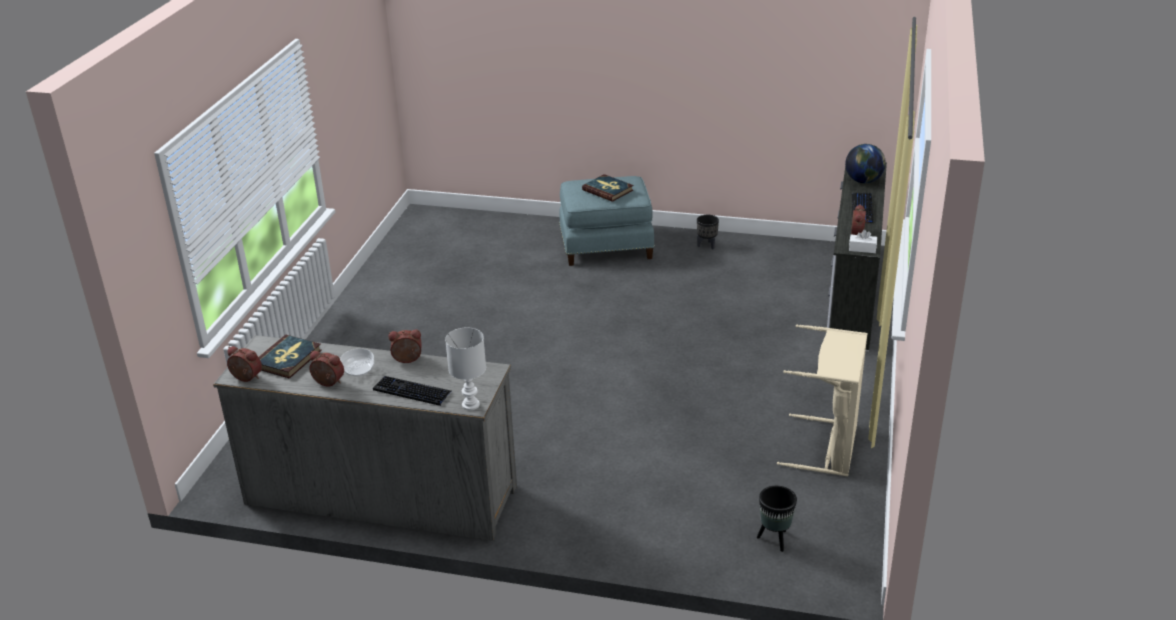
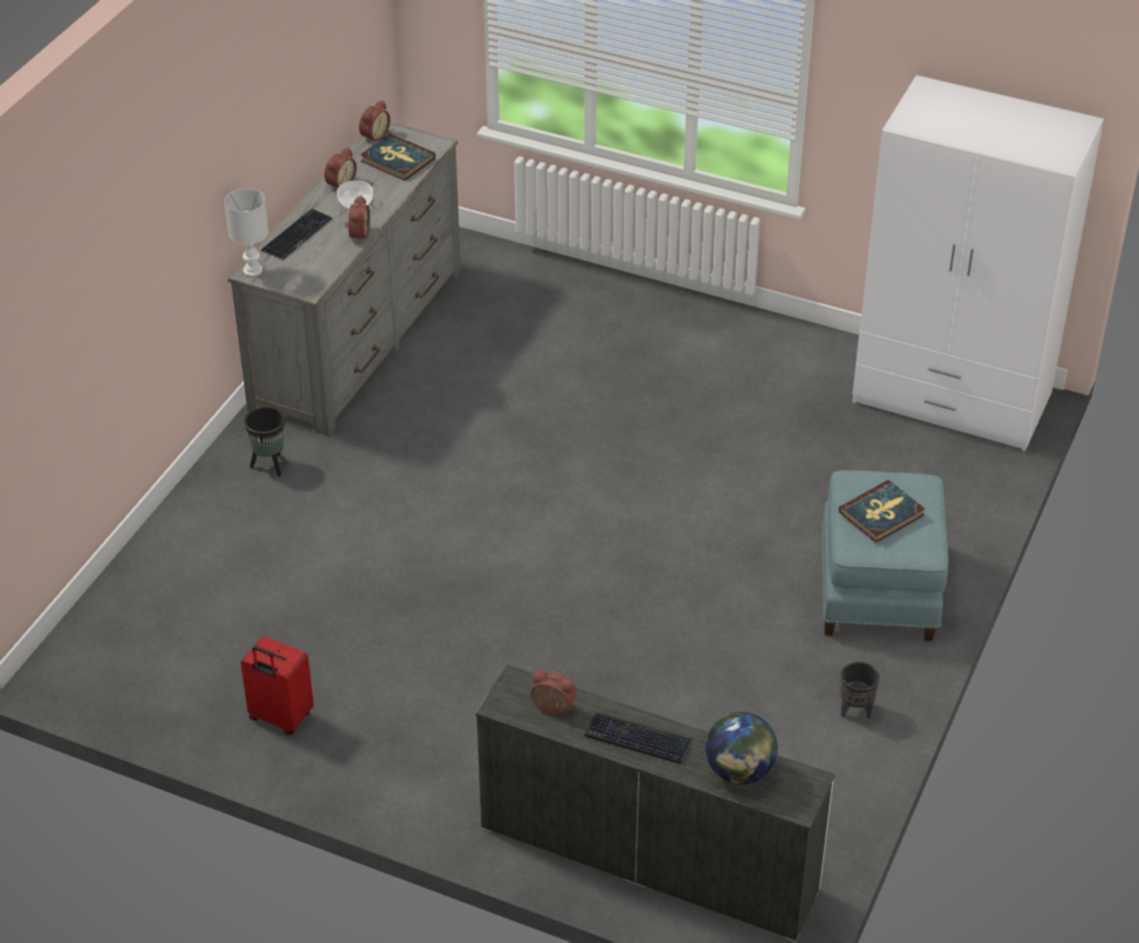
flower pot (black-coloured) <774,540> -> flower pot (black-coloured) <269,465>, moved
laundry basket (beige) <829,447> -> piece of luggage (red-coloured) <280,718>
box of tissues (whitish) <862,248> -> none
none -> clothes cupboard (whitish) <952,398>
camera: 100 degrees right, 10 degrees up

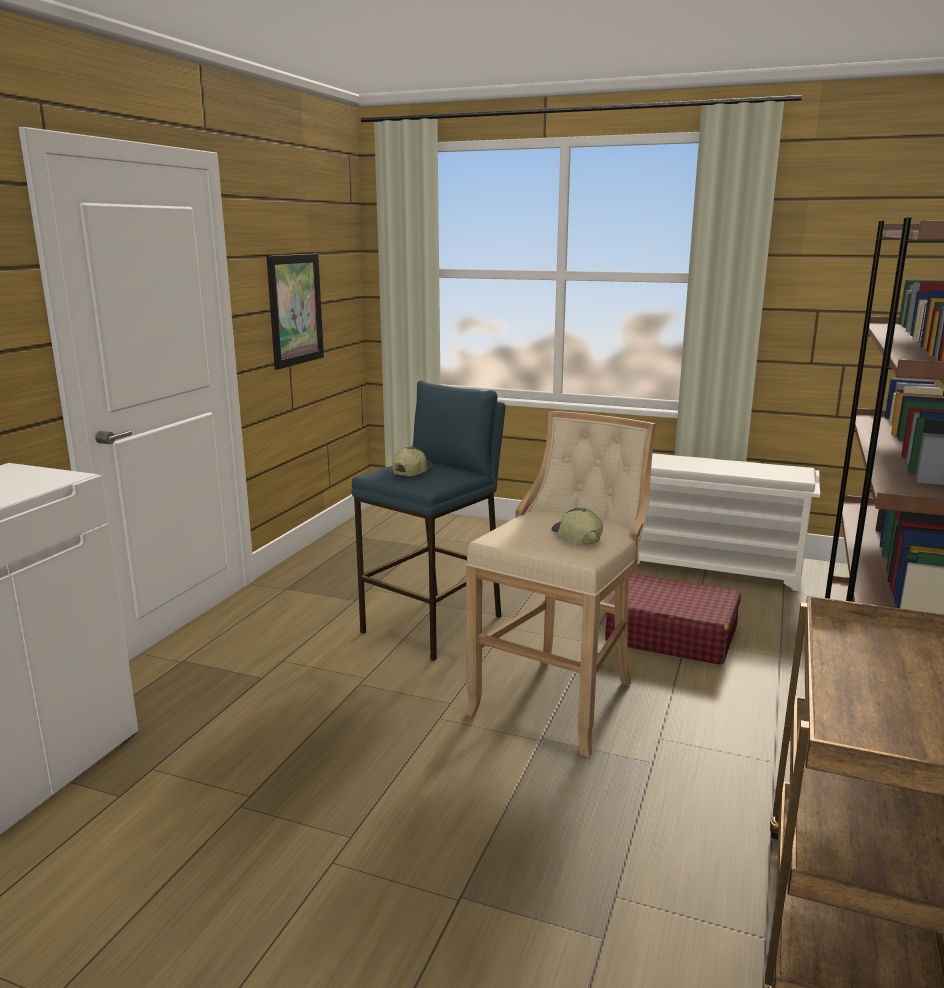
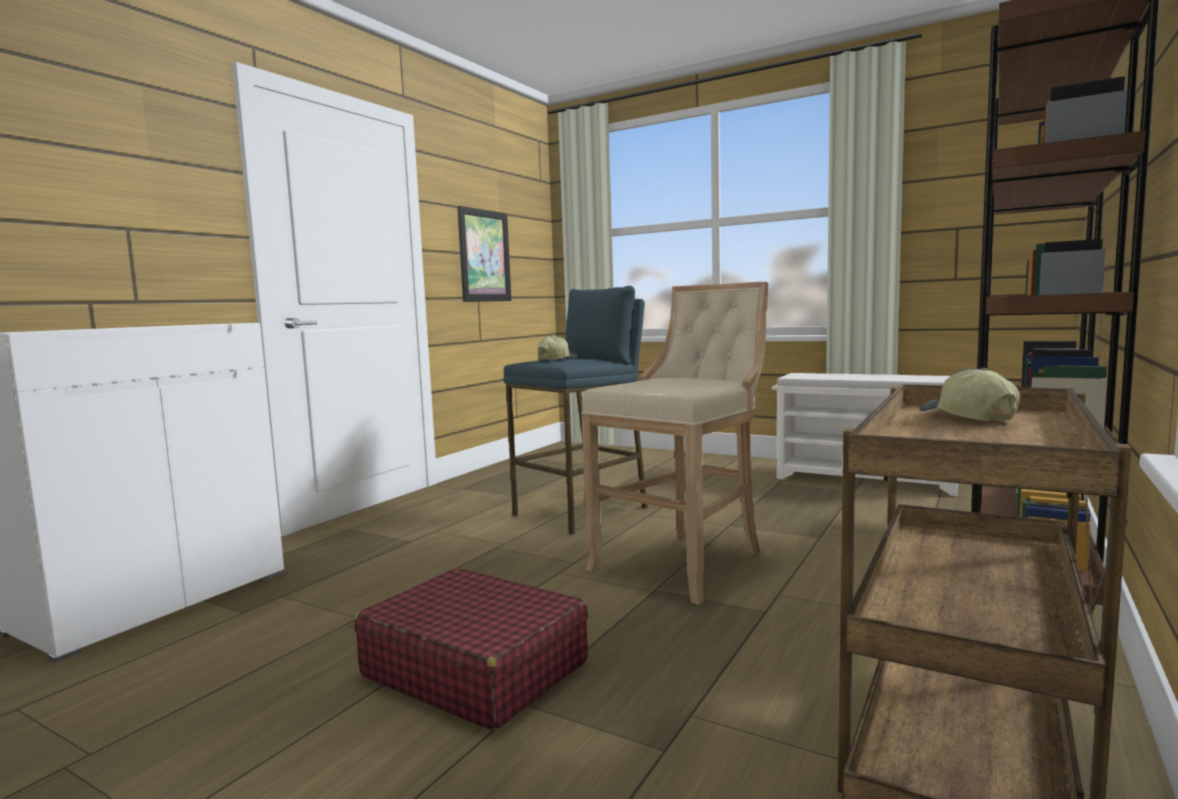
cap <575,537> -> cap <966,418>, moved
piece of luggage (red-coloured) <671,635> -> piece of luggage (red-coloured) <474,669>, moved
camera: 10 degrees right, 10 degrees down

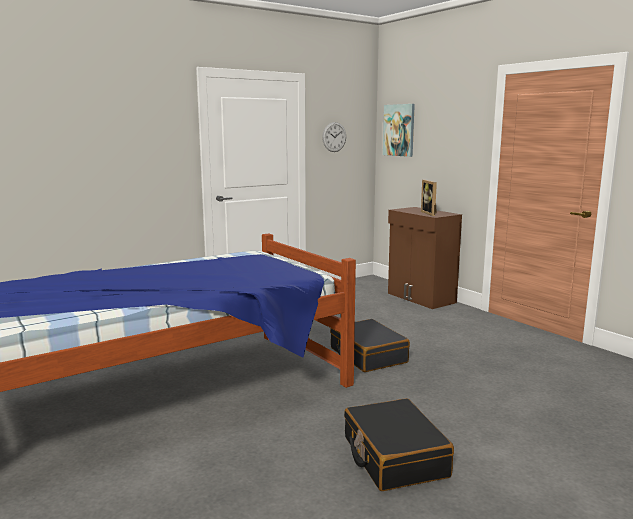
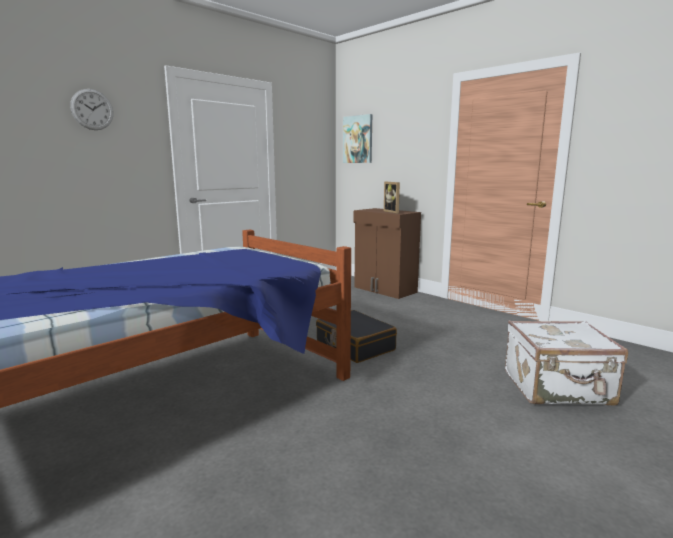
wall clock <334,137> -> wall clock <92,109>, moved
piece of luggage (black-coloured) <394,457> -> none
none -> piece of luggage (whitish) <558,389>
camera: 10 degrees left, 0 degrees up

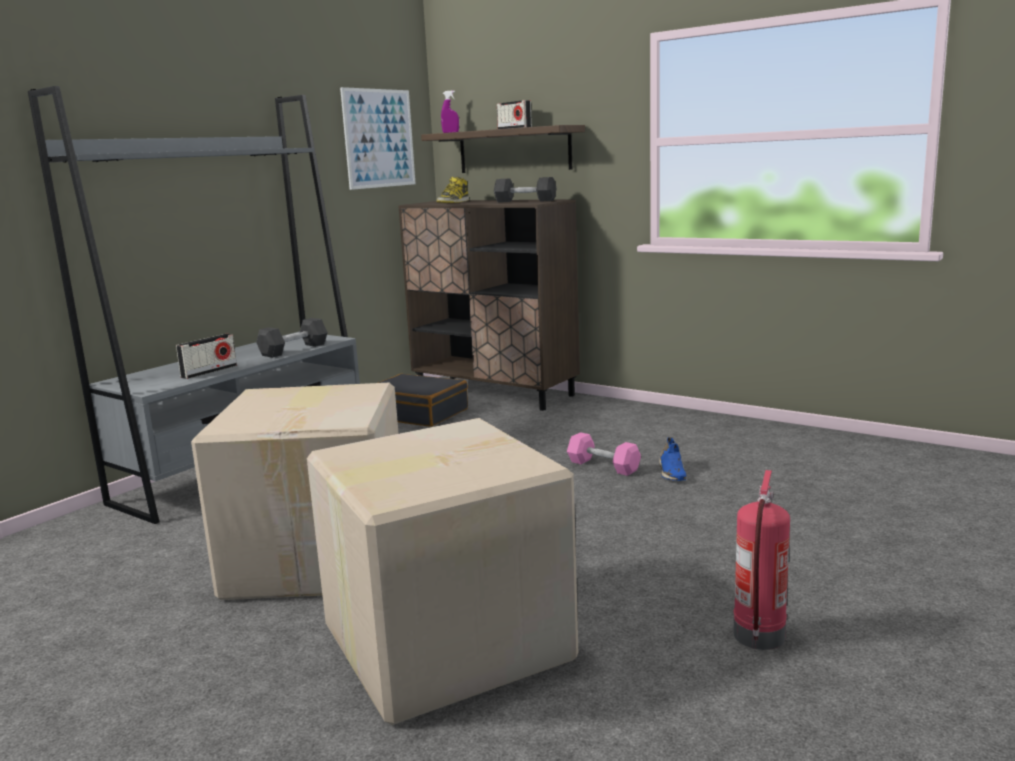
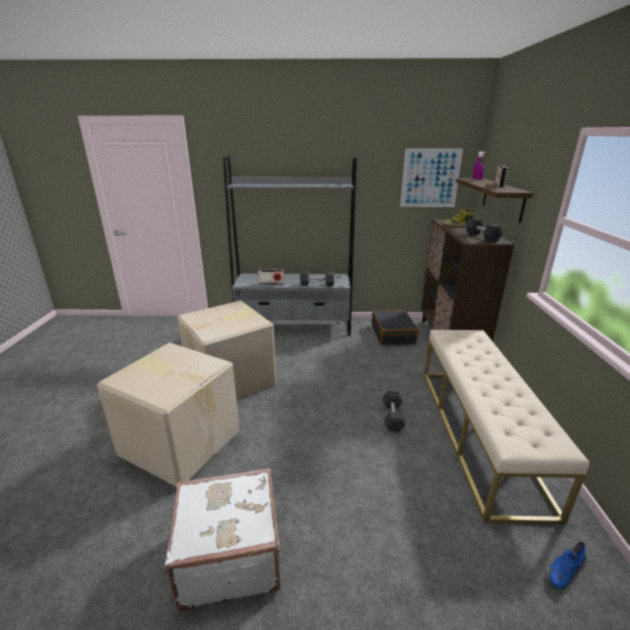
free weight (pink) <603,466> -> free weight (black-coloured) <392,417>
shoe (blue) <671,473> -> shoe (blue) <564,570>, moved
fire-fighting cylinder <759,637> -> piece of luggage (whitish) <229,555>
none -> bench (beige) <478,432>
camera: 55 degrees right, 10 degrees up

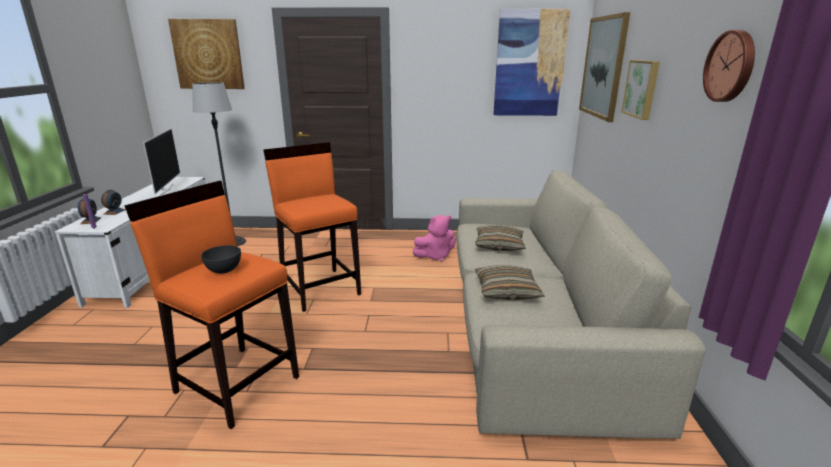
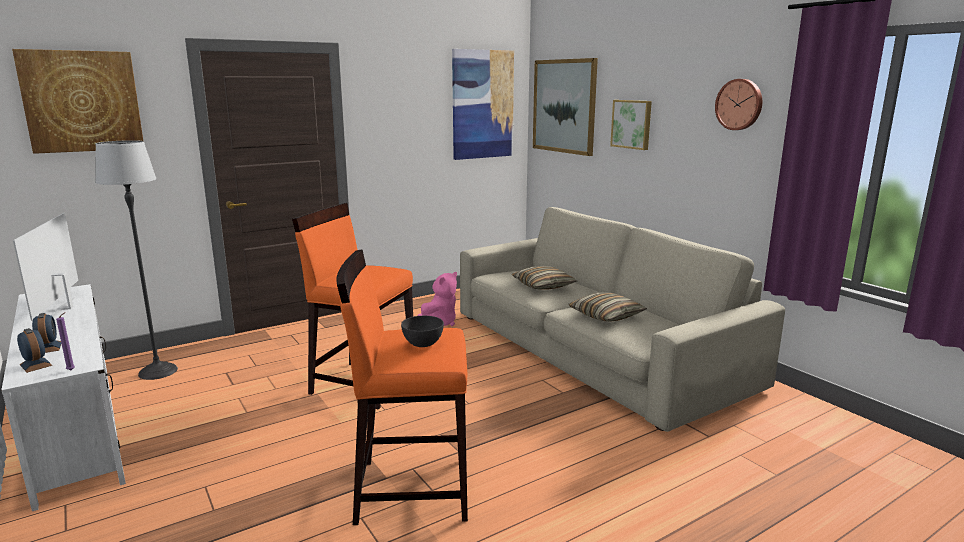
TV set <166,189> -> TV set <65,308>, 150 degrees counterclockwise
camera: 35 degrees left, 5 degrees down

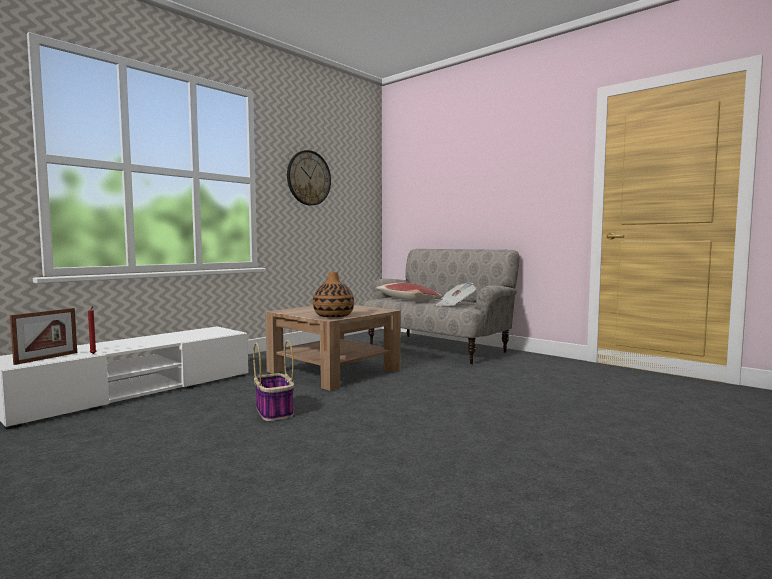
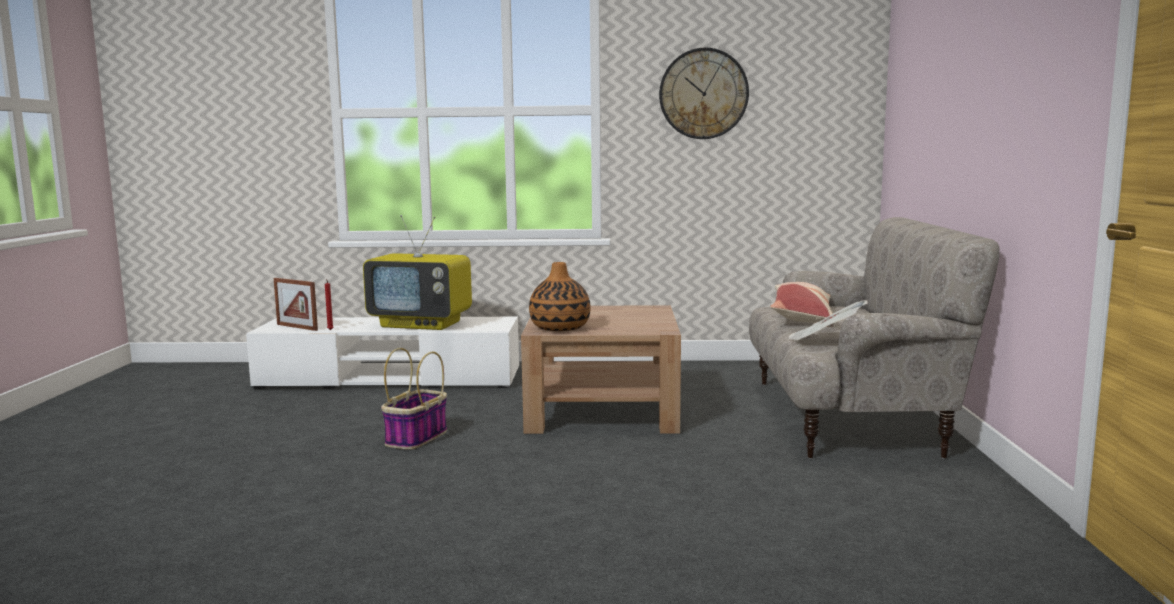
standing frame <47,358> -> standing frame <297,327>, 45 degrees clockwise
none -> TV set <422,324>
camera: 50 degrees right, 5 degrees up

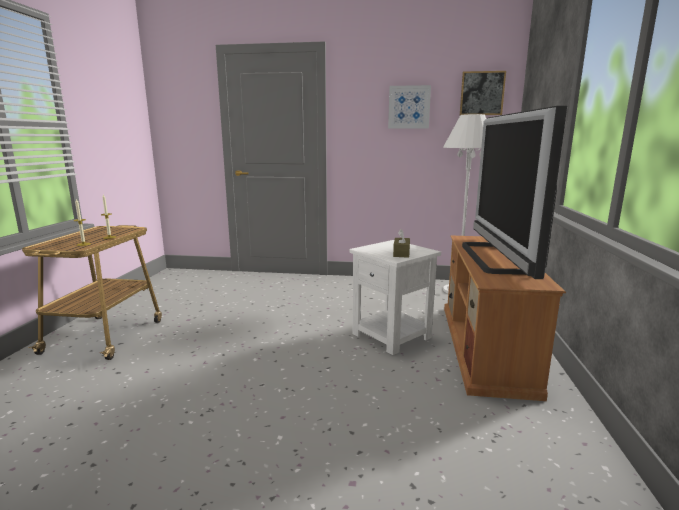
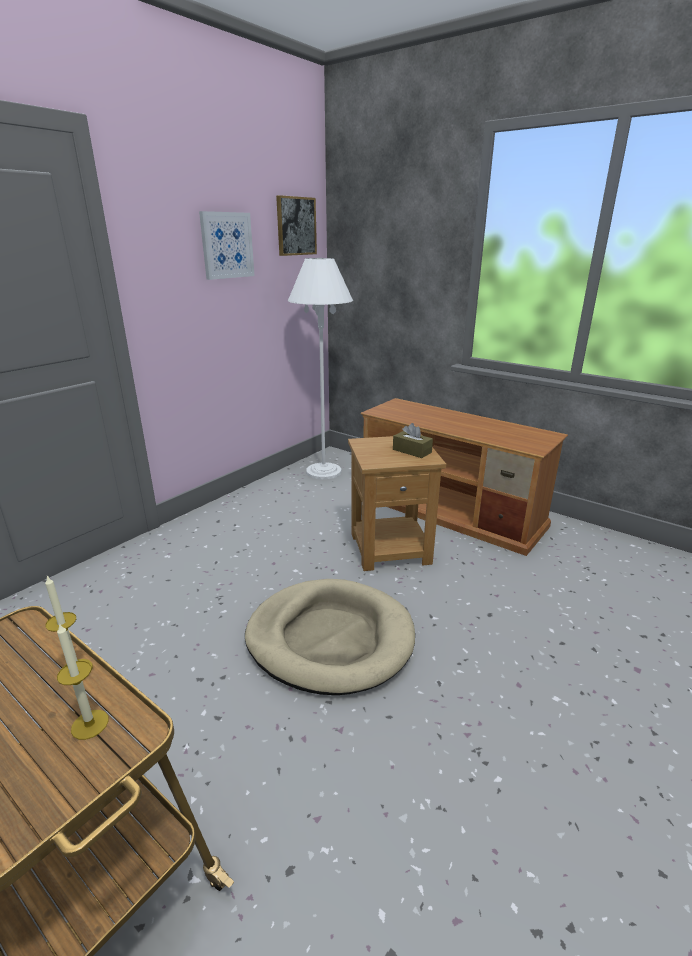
end table (whitish) <392,336> -> end table (brown-coloured) <391,548>
TV set <494,258> -> none
none -> dog cushion (beige) <330,638>
camera: 60 degrees left, 10 degrees up

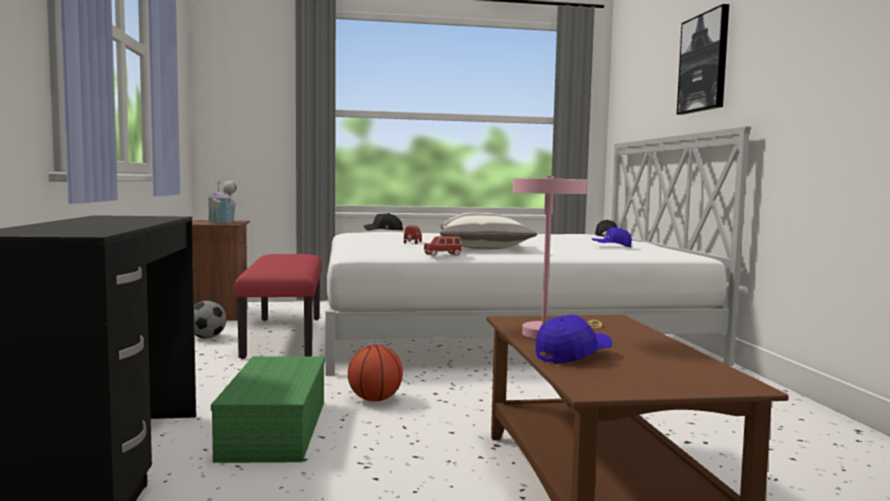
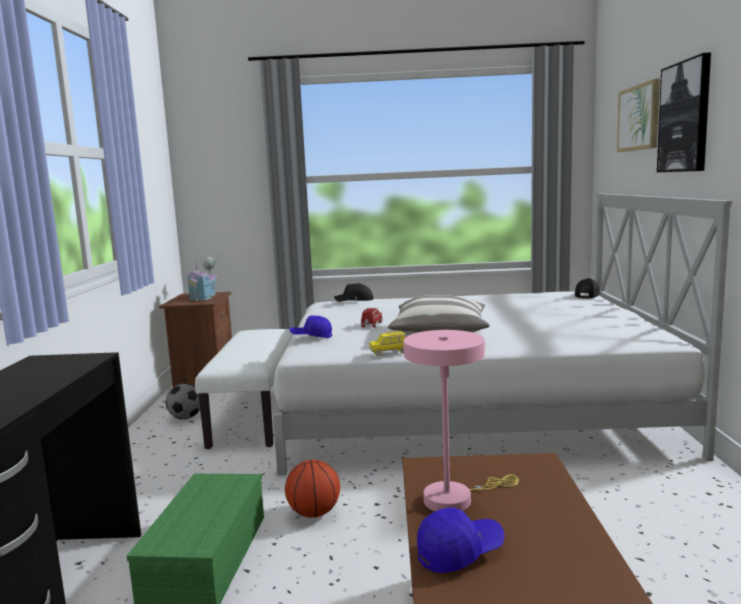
bench (red-coloured) <285,336> -> bench (whitish) <257,415>
miniature car (red-coloured) <443,255> -> miniature car (yellow-coloured) <389,352>
cap (blue) <611,247> -> cap (blue) <311,336>, moved
none -> wall picture <639,118>
camera: 10 degrees right, 5 degrees up

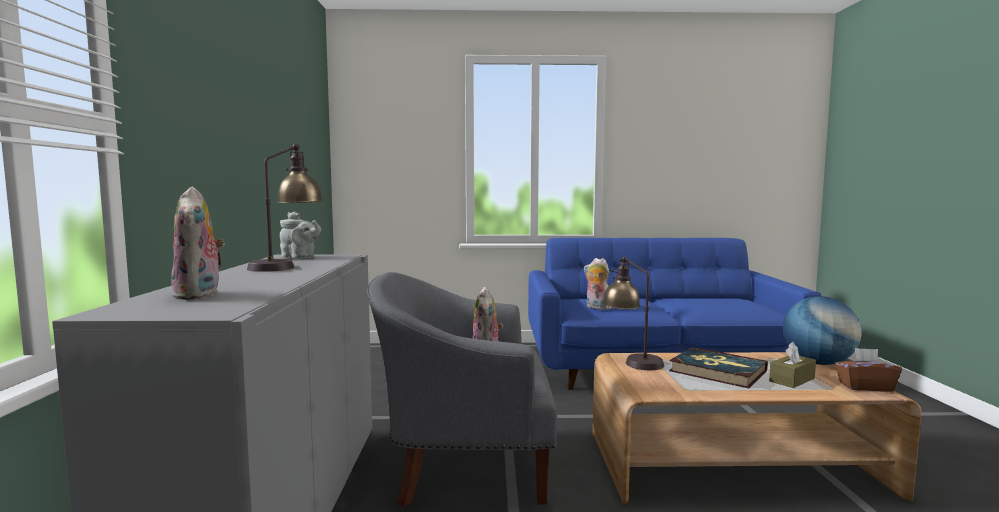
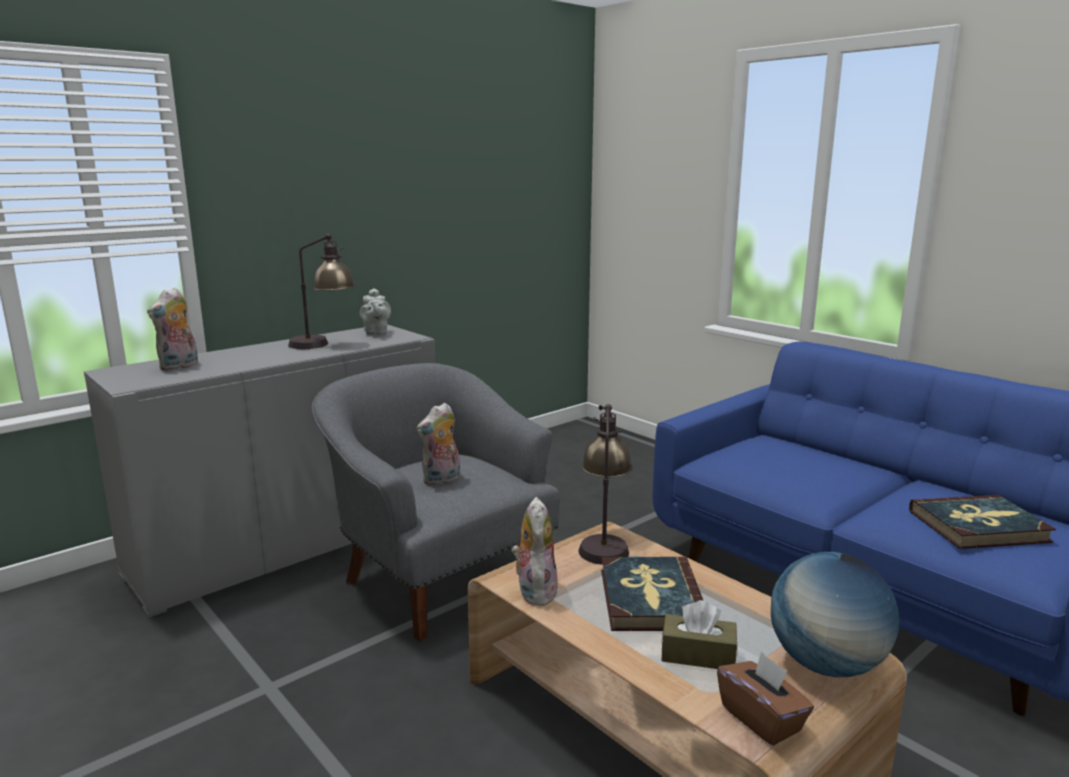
cuddly toy <596,307> -> cuddly toy <534,591>, moved
none -> bound book <978,526>
camera: 50 degrees right, 10 degrees up

